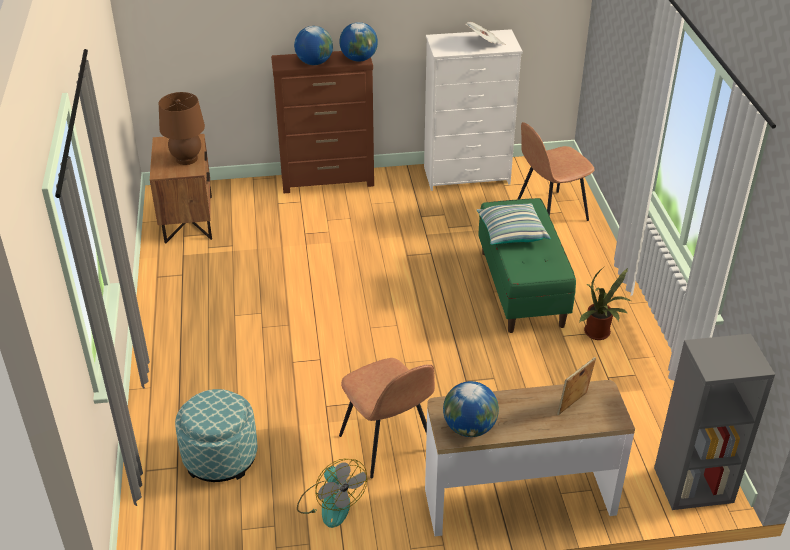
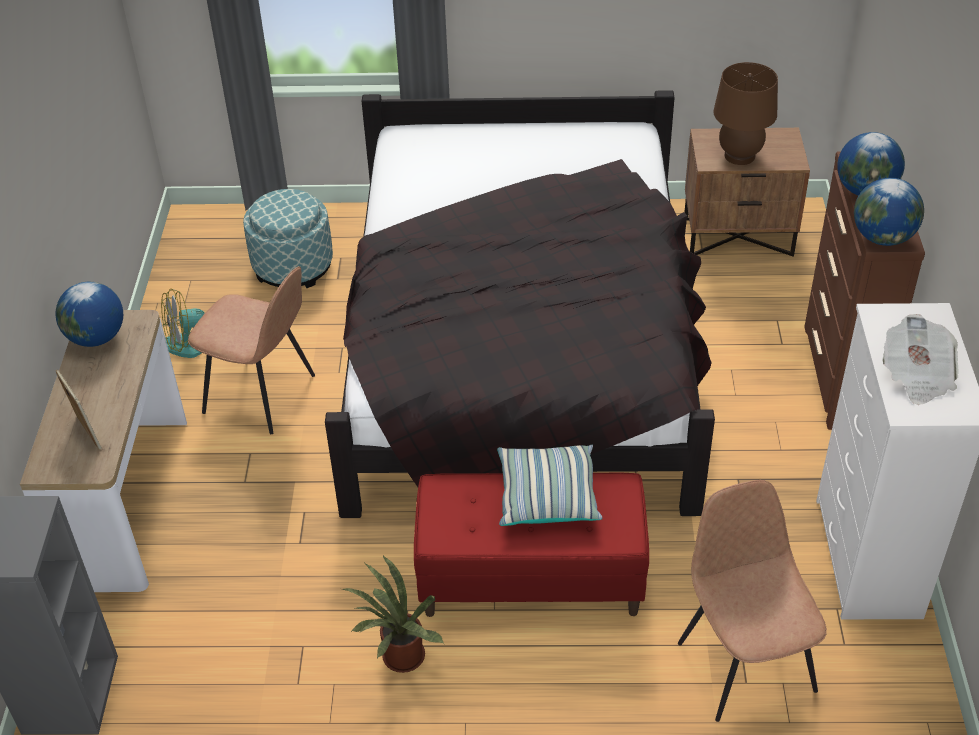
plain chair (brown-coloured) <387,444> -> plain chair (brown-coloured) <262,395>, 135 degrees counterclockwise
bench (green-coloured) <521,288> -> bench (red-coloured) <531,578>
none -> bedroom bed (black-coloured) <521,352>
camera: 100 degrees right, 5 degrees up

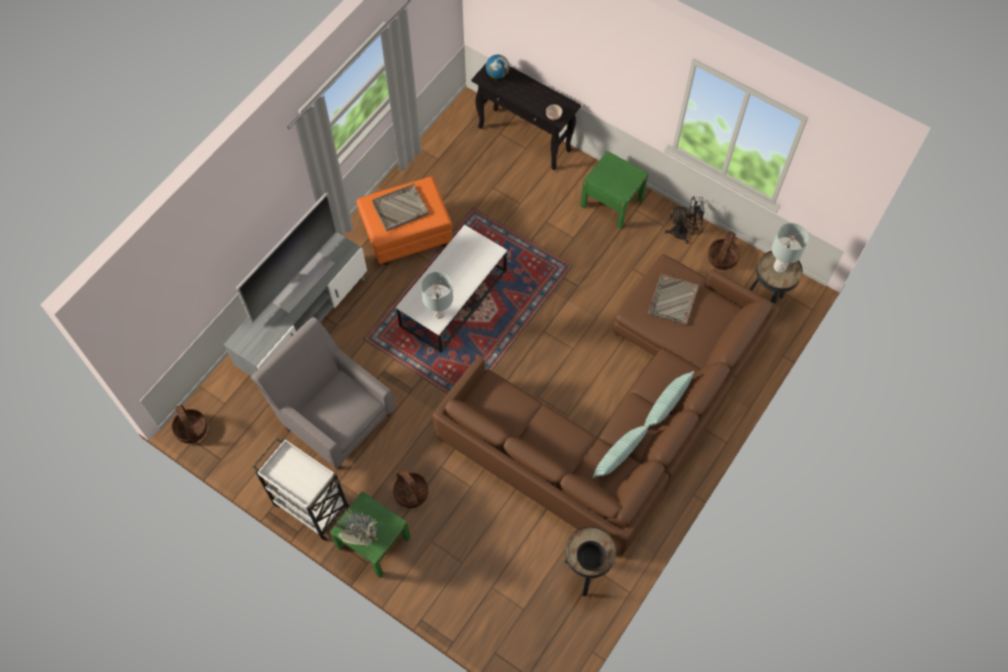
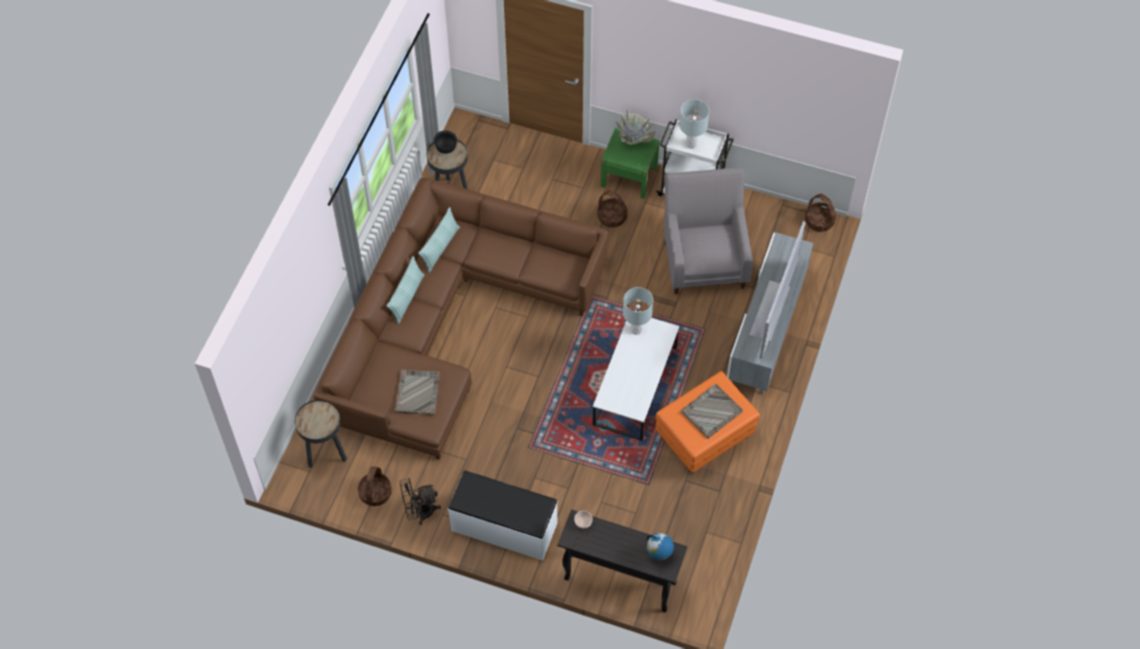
easy chair (grey) <333,416> -> easy chair (grey) <703,258>, 120 degrees counterclockwise
nightstand (green-coloured) <611,202> -> bench (whitish) <504,527>
tabletop lamp (grey) <779,267> -> tabletop lamp (grey) <691,144>, moved
camera: 165 degrees right, 5 degrees down

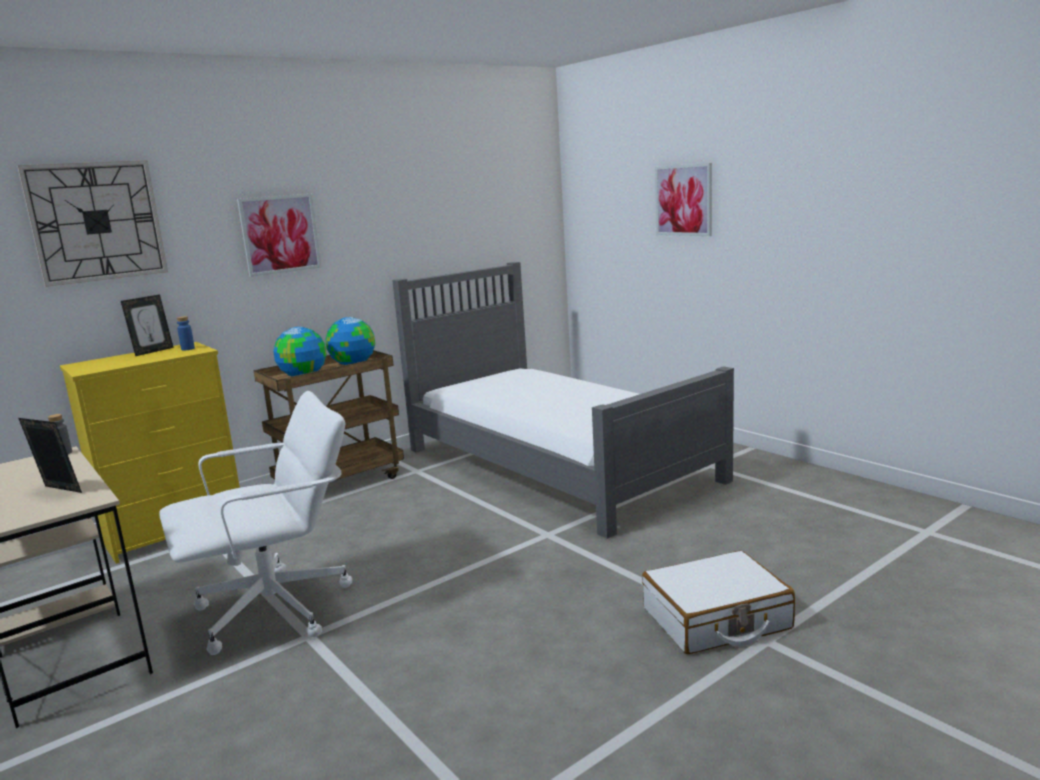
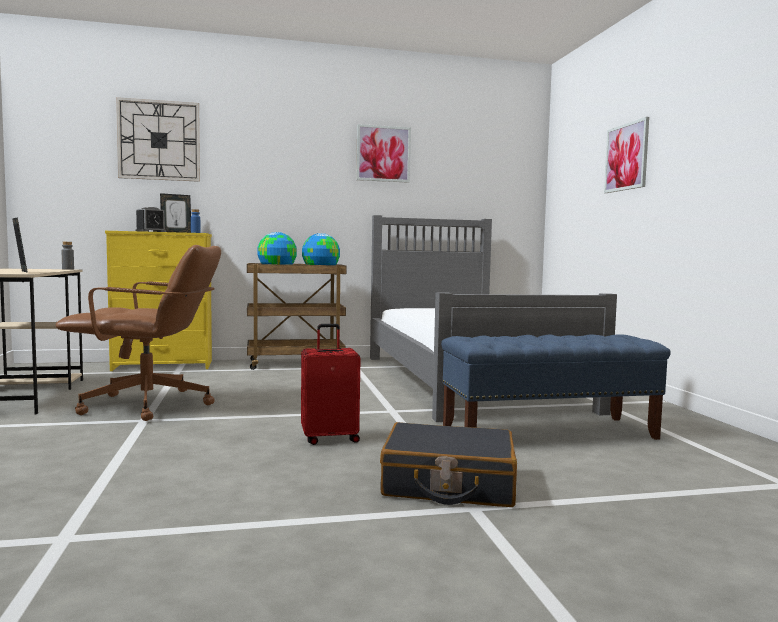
office chair (whitish) <276,610> -> office chair (brown-coloured) <149,406>
wall picture <280,234> -> wall picture <383,154>, moved
piece of luggage (whitish) <716,619> -> piece of luggage (black-coloured) <448,484>
none -> alarm clock <151,231>
none -> piece of luggage (red-coloured) <330,438>
none -> bench (blue) <549,432>
camera: 25 degrees right, 10 degrees down

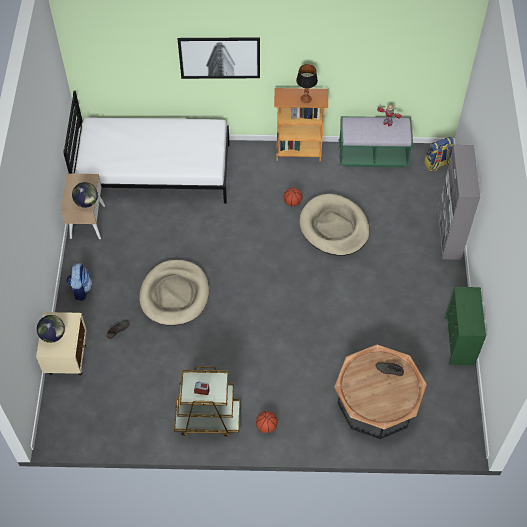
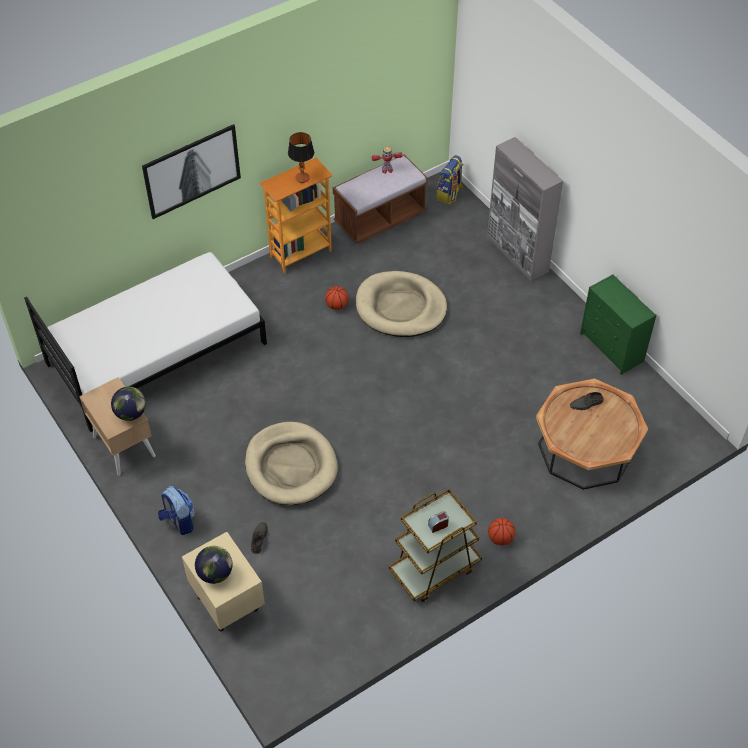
bench (green-coloured) <372,155> -> bench (brown-coloured) <379,218>
camera: 35 degrees left, 5 degrees down

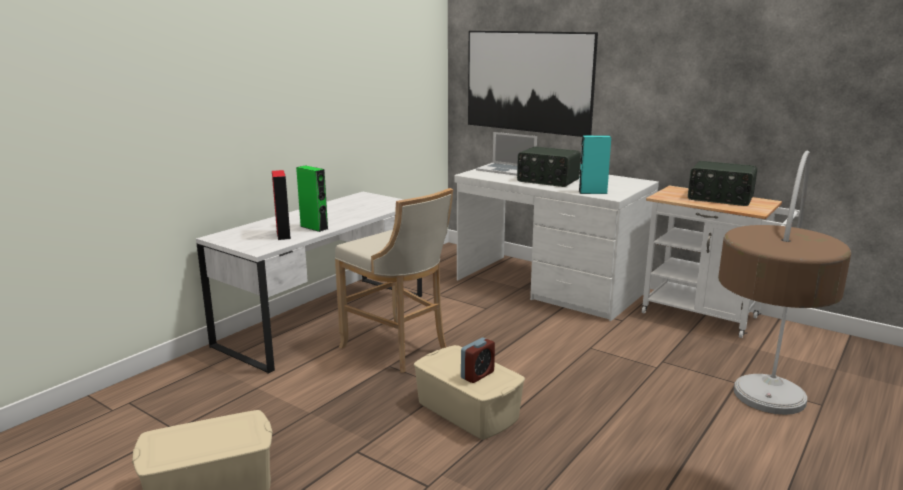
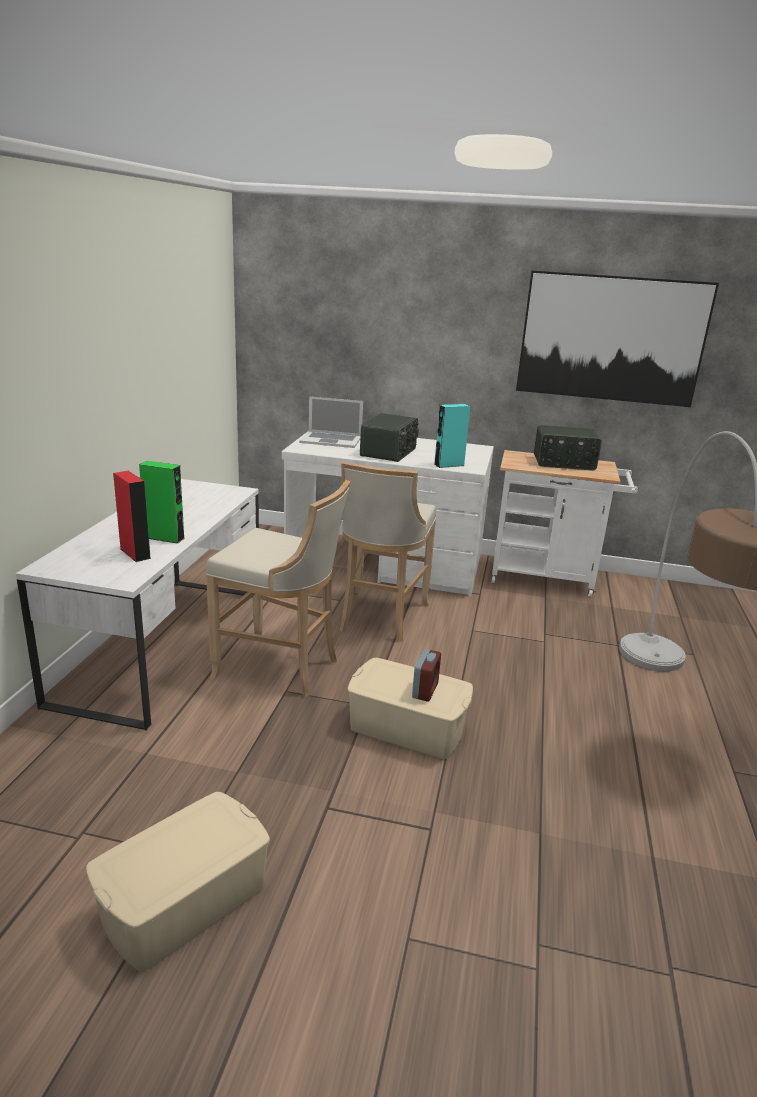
wall picture <528,82> -> wall picture <611,339>, moved
radio set <547,181> -> radio set <389,452>, 75 degrees counterclockwise
none -> stool (beige) <380,617>
camera: 25 degrees left, 5 degrees up

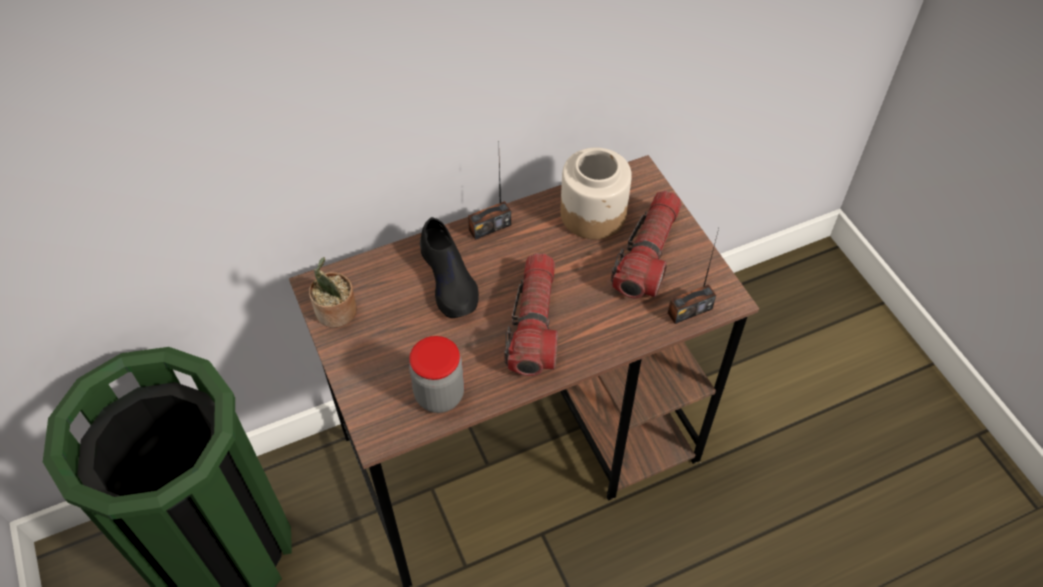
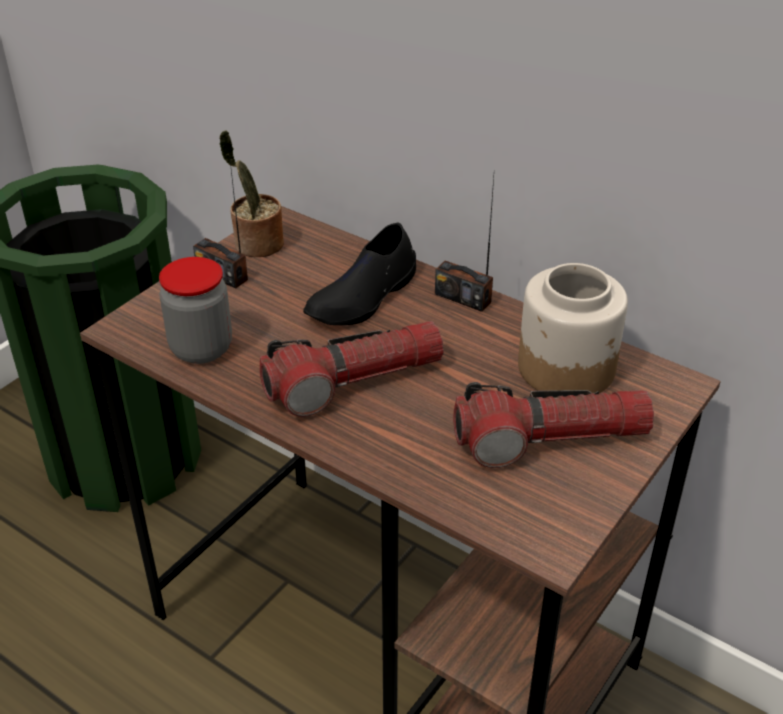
radio set <689,310> -> radio set <222,275>, moved
camera: 60 degrees right, 15 degrees down

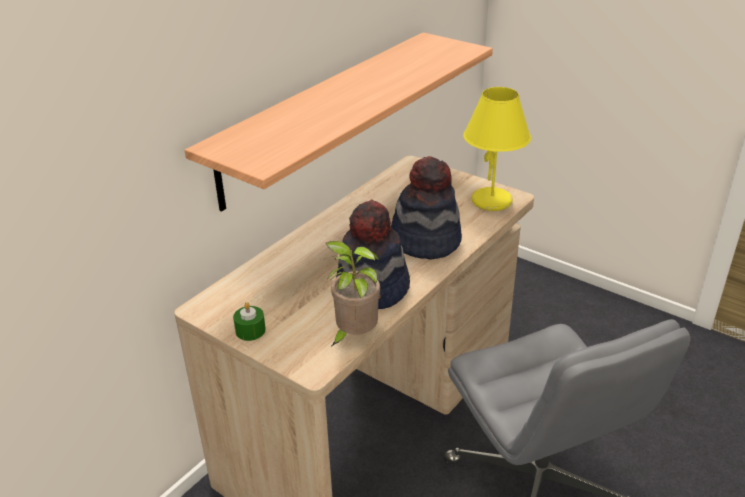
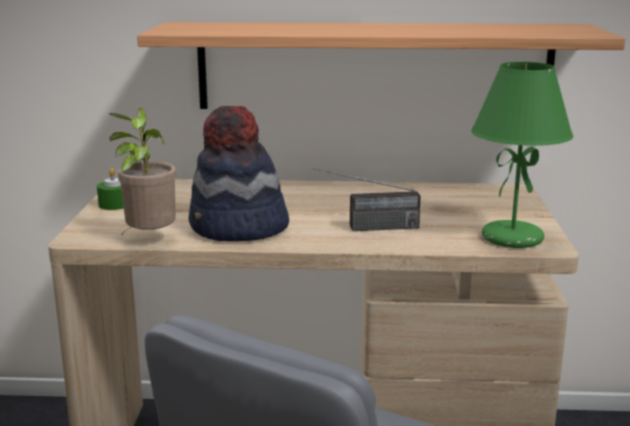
wearable hat <425,241> -> radio set <366,228>
tabletop lamp (yellow-coloured) <492,202> -> tabletop lamp (green-coloured) <512,238>
camera: 55 degrees right, 15 degrees down

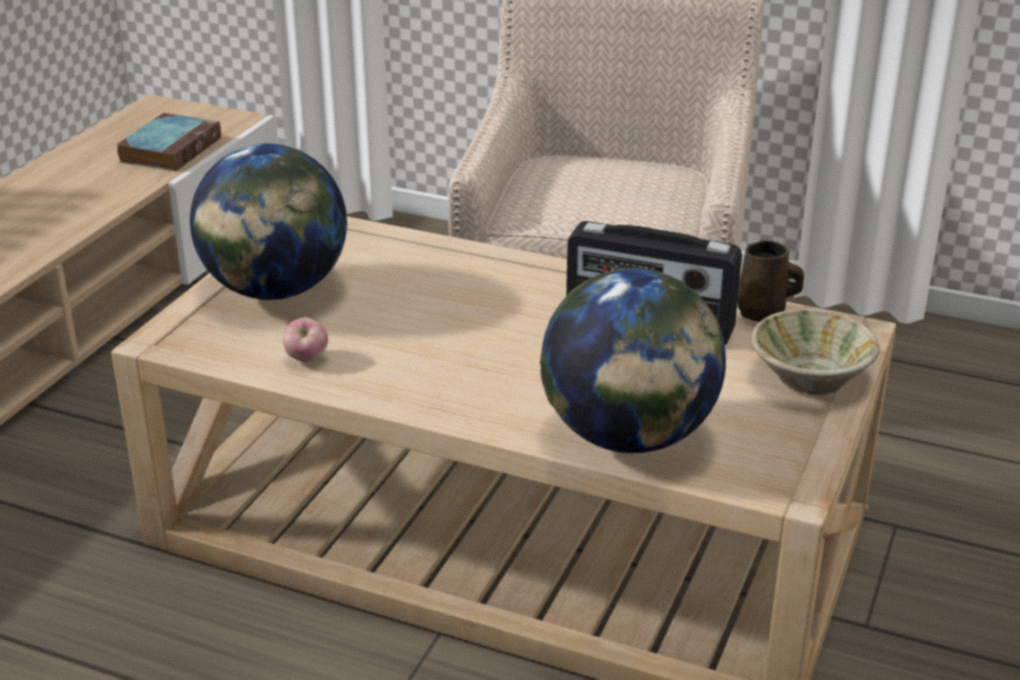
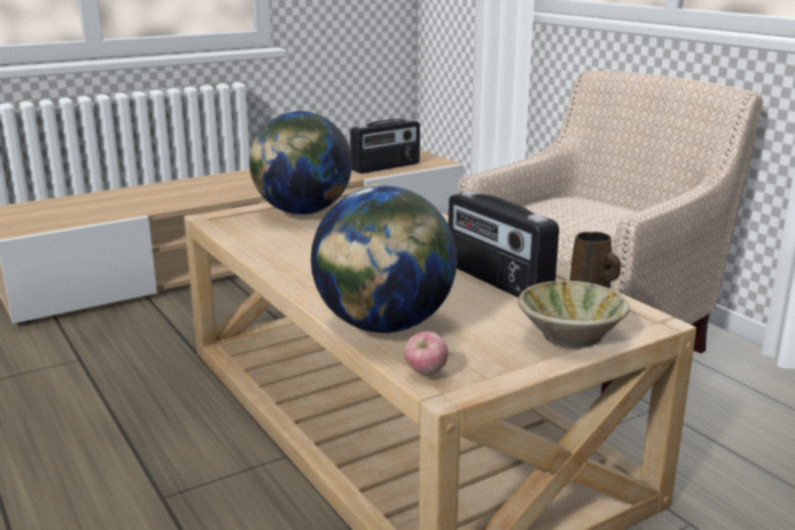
bound book <171,149> -> radio set <386,167>
apple <307,359> -> apple <426,373>, moved
camera: 35 degrees right, 10 degrees down

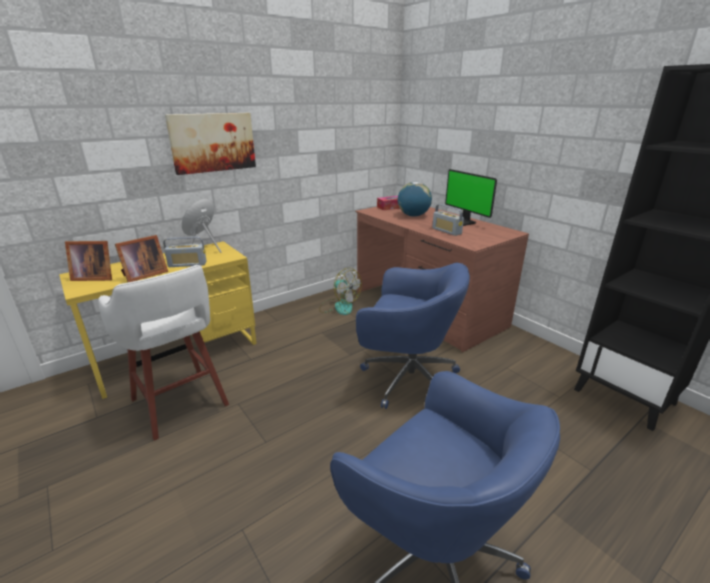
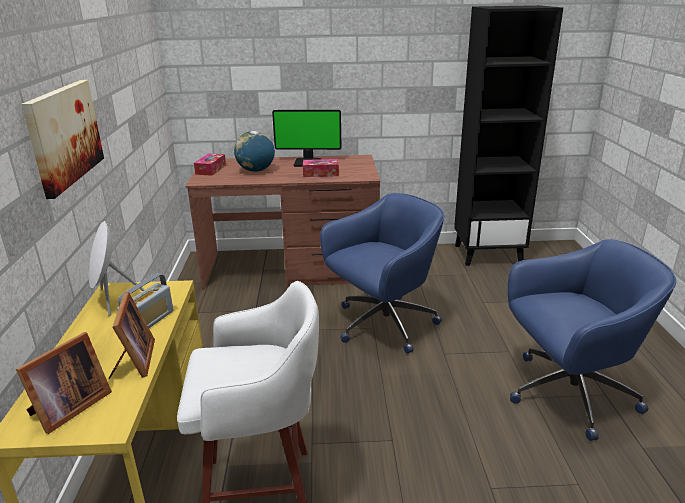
cooling fan <339,306> -> none
radio set <446,231> -> box of tissues <321,173>
camera: 55 degrees left, 0 degrees up

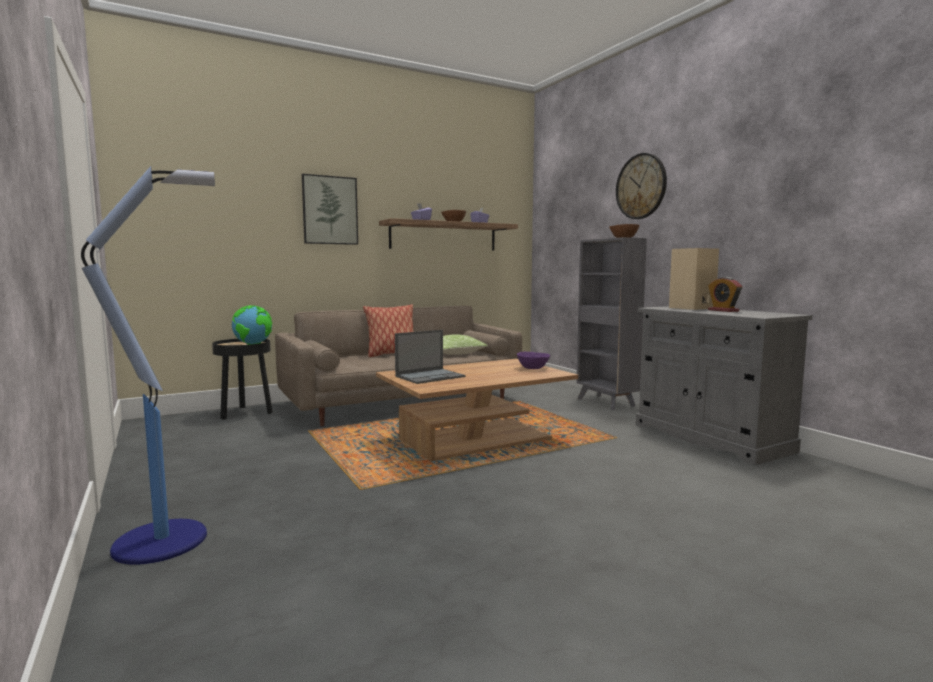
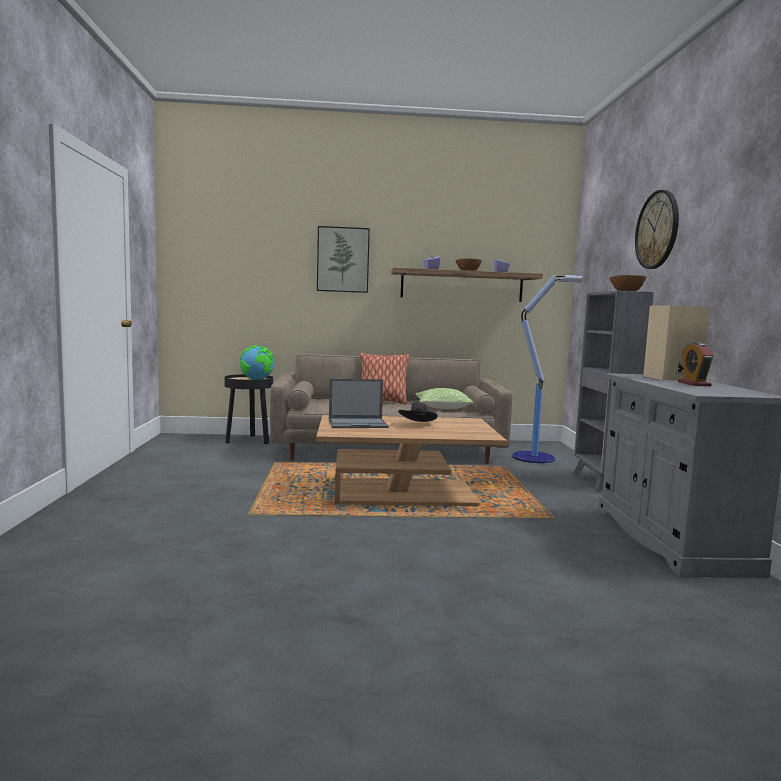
standard lamp <165,540> -> standard lamp <535,457>, moved
serving bowl (purple) <533,368> -> none
none -> wearable hat (black-coloured) <417,424>
camera: 25 degrees right, 0 degrees up

